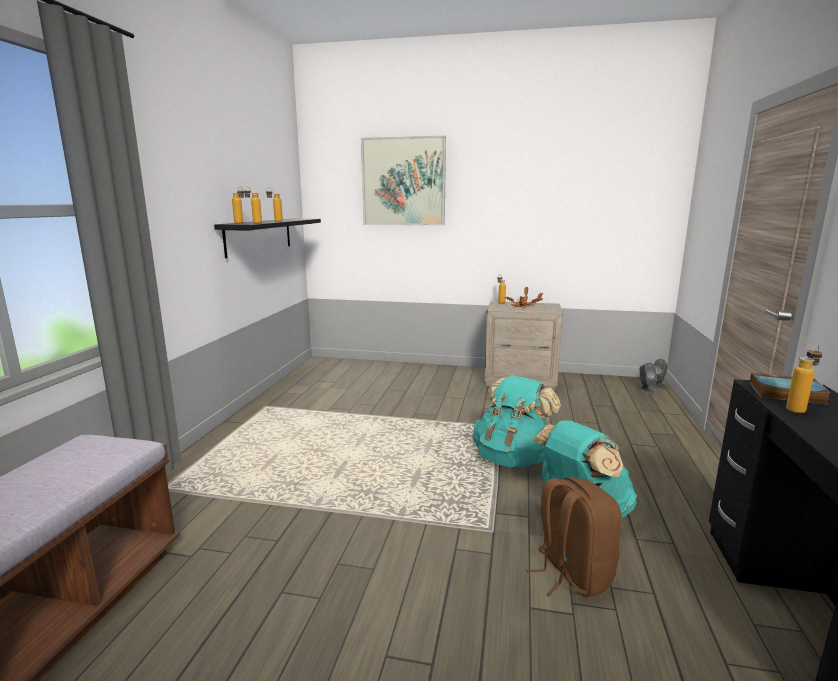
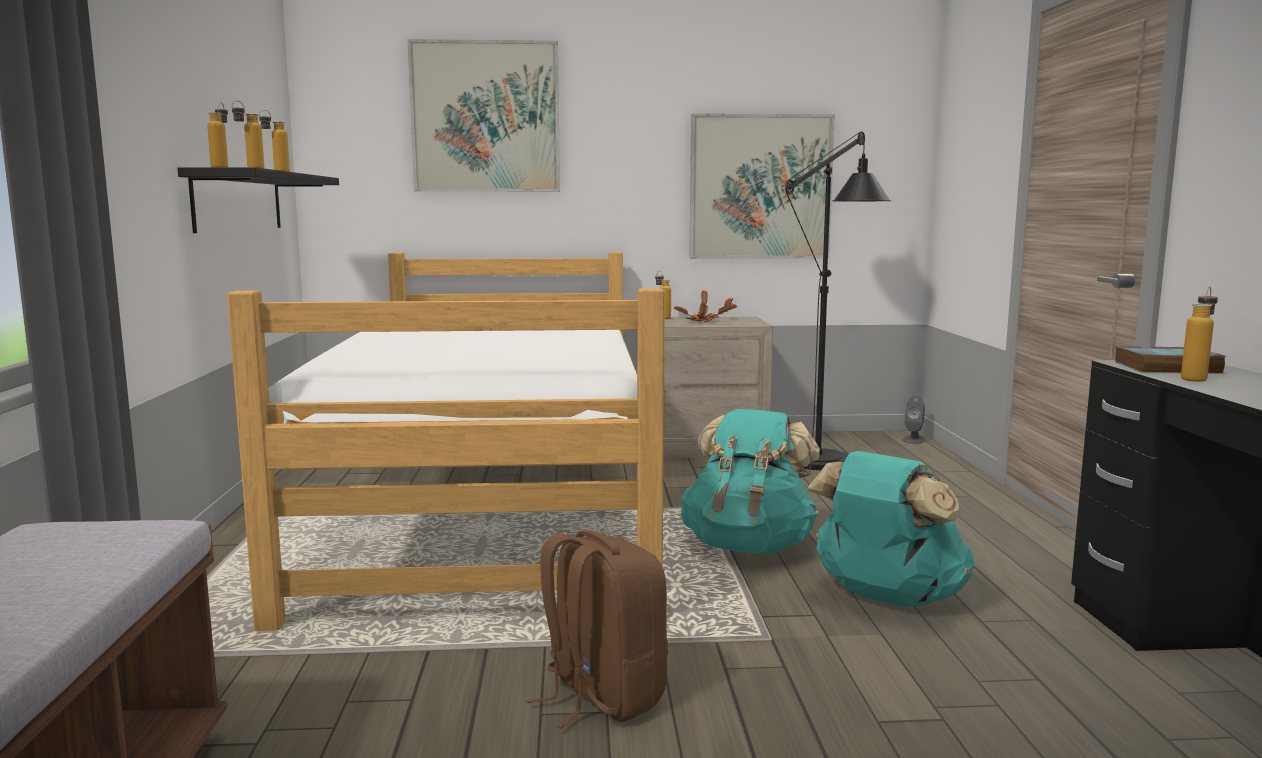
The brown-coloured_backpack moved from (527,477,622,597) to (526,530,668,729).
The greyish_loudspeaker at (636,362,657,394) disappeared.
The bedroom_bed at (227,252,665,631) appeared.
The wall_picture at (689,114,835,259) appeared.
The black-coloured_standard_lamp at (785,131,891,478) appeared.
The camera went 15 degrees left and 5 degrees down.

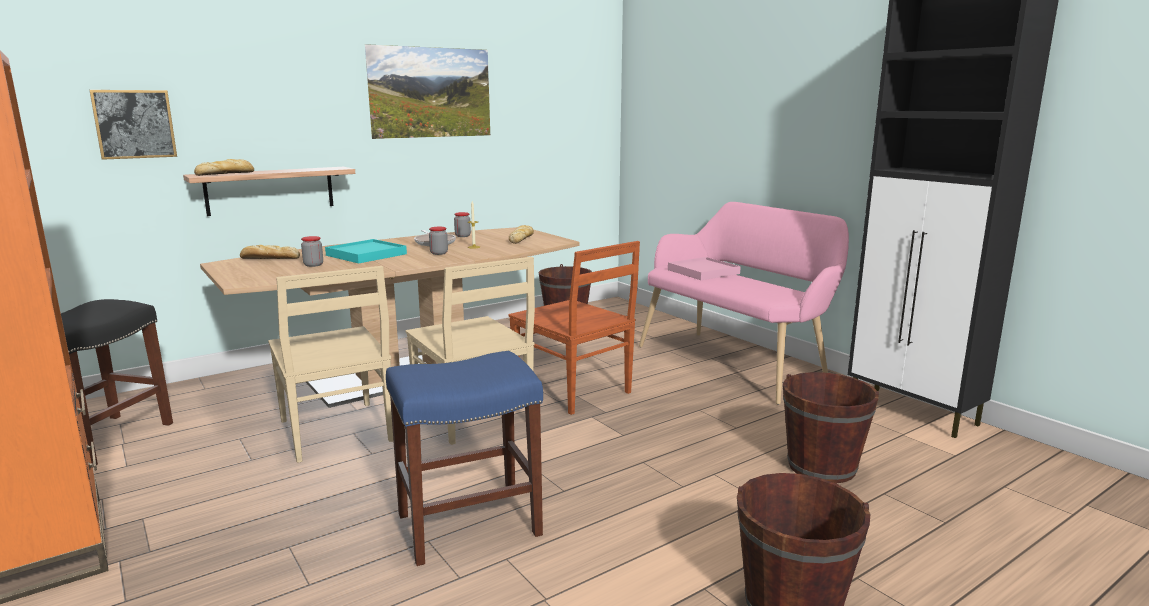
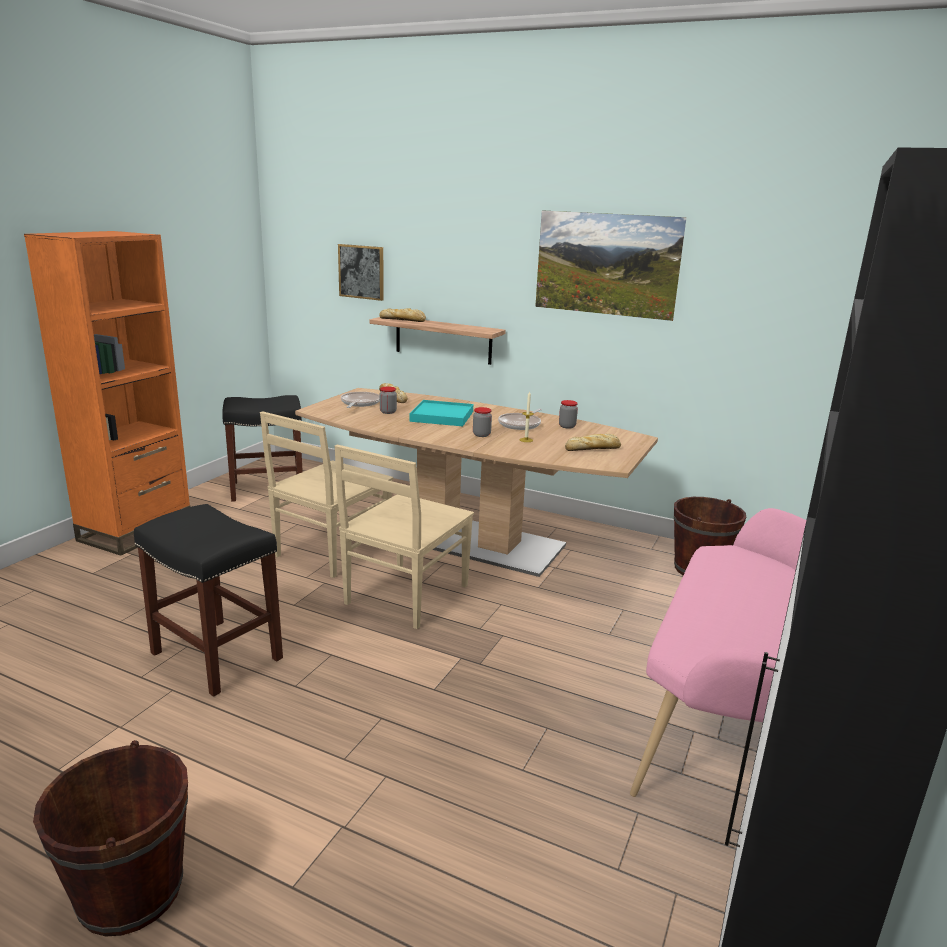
The blue-coloured_stool_seat at (386,351,543,566) became the black-coloured_stool_seat at (134,504,283,697).
The brown-coloured_upright_chair at (508,241,640,415) disappeared.
The pink_tray at (668,257,741,280) disappeared.
The brown-coloured_pail at (783,372,879,483) disappeared.
The frying_pan at (341,392,380,408) appeared.
The camera went 60 degrees right and 5 degrees up.

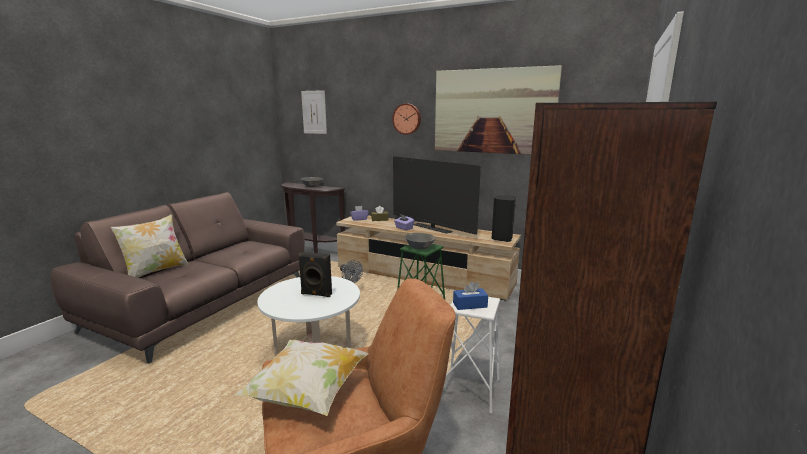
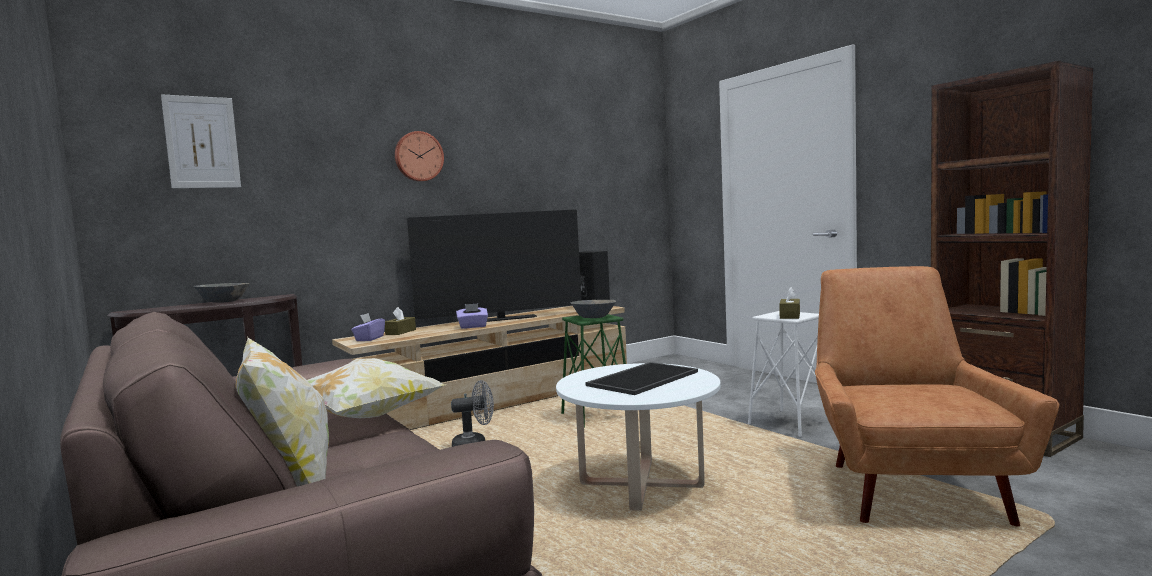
The pillow moved from (235,340,369,416) to (307,358,445,419).
The black-coloured_loudspeaker at (298,252,332,297) was replaced by the tray at (585,362,698,395).
The wall_picture at (435,65,562,155) disappeared.
The blue-coloured_box_of_tissues at (453,281,488,310) became the brown-coloured_box_of_tissues at (779,287,800,319).
The camera went 60 degrees left and 10 degrees down.

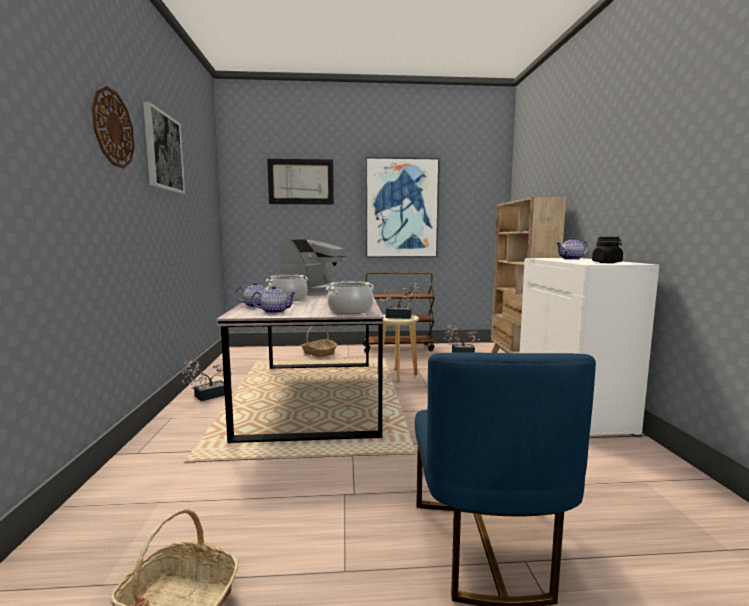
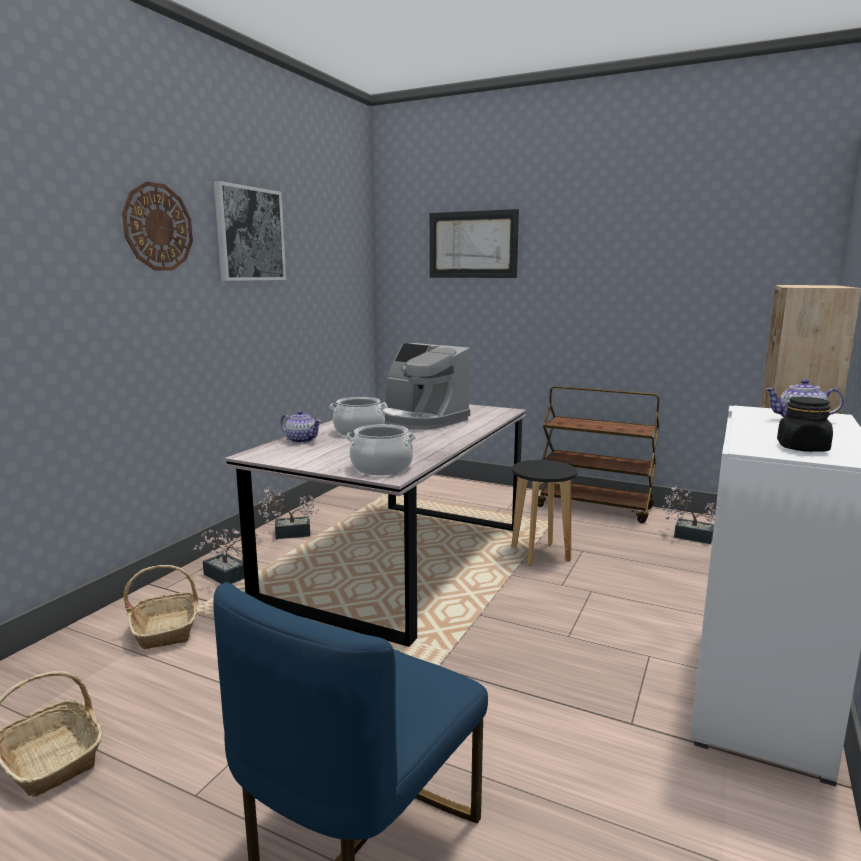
The teapot at (251,286,297,314) disappeared.
The coffee_brewer at (279,240,345,296) turned 75 degrees clockwise.
The basket moved from (301,326,337,357) to (124,565,198,649).
The wall_picture at (365,157,440,258) disappeared.
The beige-coloured_stool_seat at (377,314,419,382) became the black-coloured_stool_seat at (511,460,577,566).
The plant_in_a_pot moved from (380,283,422,319) to (193,529,258,584).
The camera went 30 degrees right and 5 degrees up.

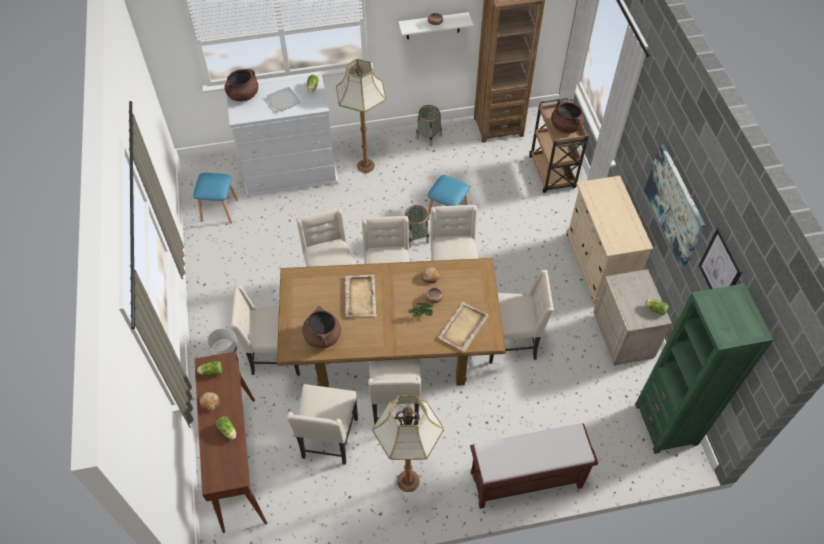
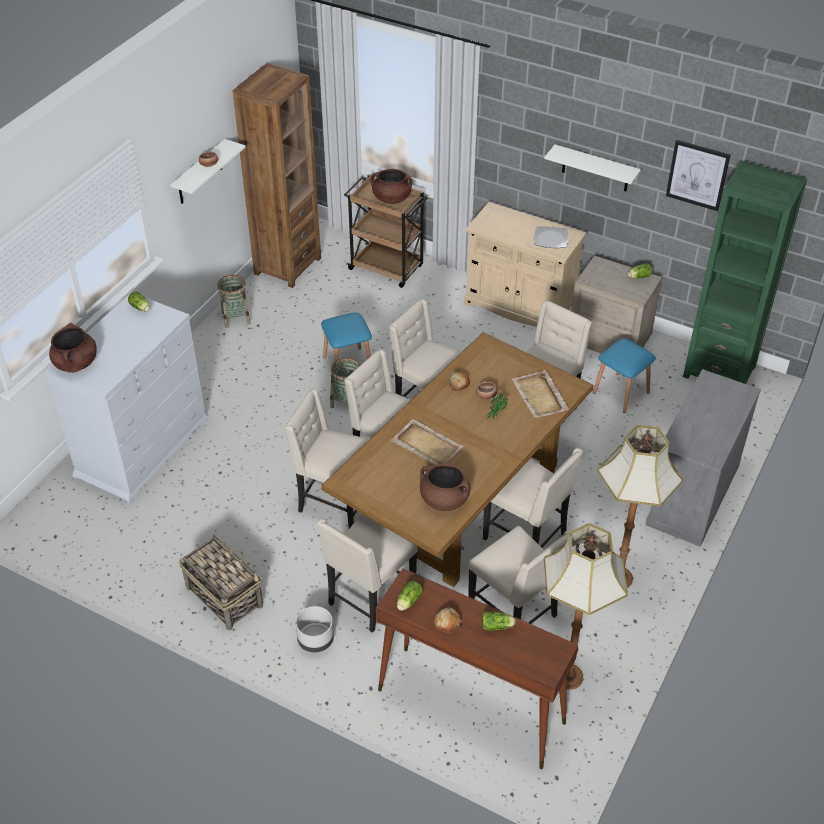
The blue-coloured_stool_seat moved from (193,173,238,223) to (593,338,656,413).
The flat_dish moved from (267,87,300,111) to (534,226,568,248).
The standard_lamp moved from (336,59,386,173) to (544,523,628,690).
The brown-coloured_bench at (470,423,598,509) was replaced by the greyish_cupboard at (645,369,761,547).
The wall_picture at (644,144,705,269) was replaced by the whitish_shelf at (544,144,641,191).
The basket at (179,533,263,631) appeared.
The camera went 50 degrees left and 10 degrees down.

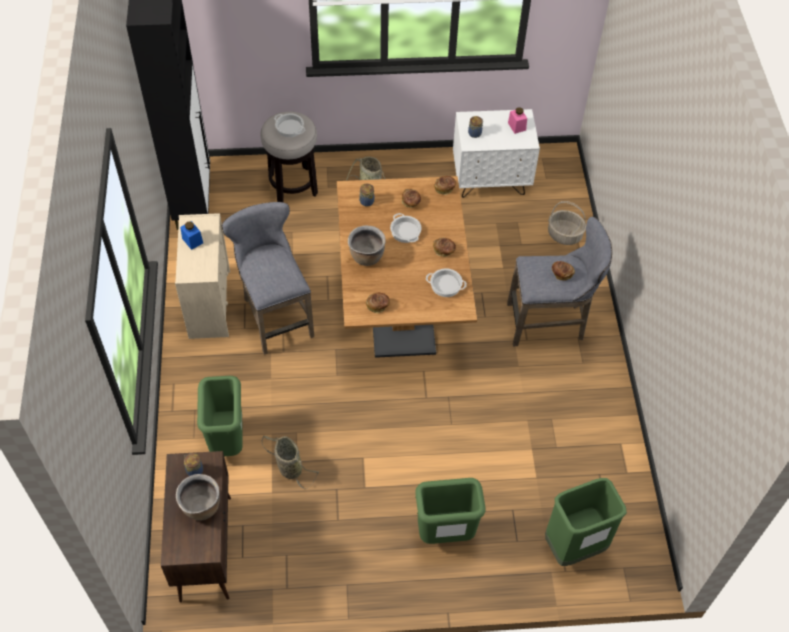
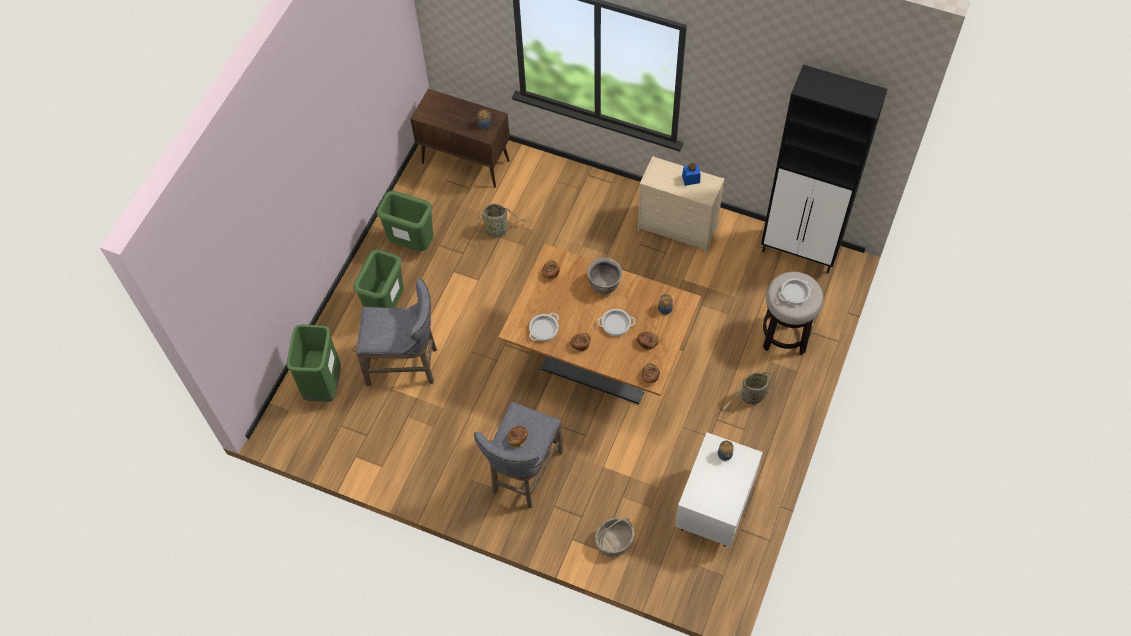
The brown-coloured_stockpot at (176,474,220,521) disappeared.
The green_waste_bin moved from (197,376,243,456) to (376,191,433,251).
The greyish_stool_seat moved from (222,202,314,355) to (356,278,437,386).
The pink_storage_jar at (508,107,527,134) disappeared.
The camera went 120 degrees right and 5 degrees up.

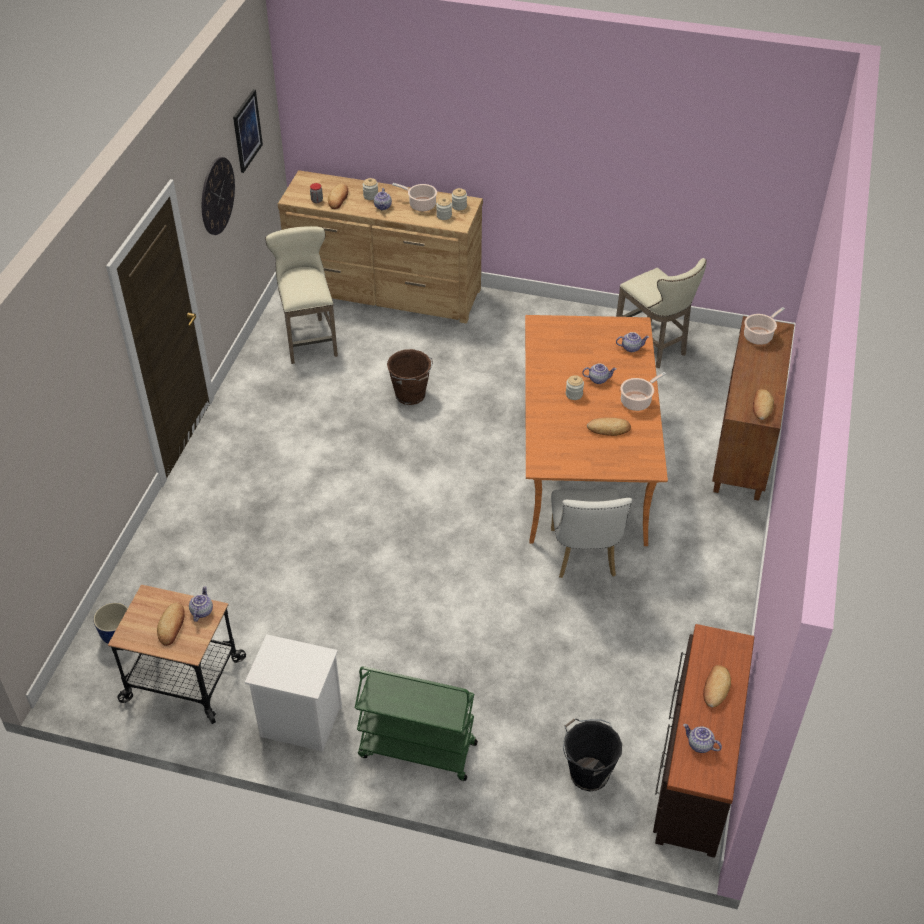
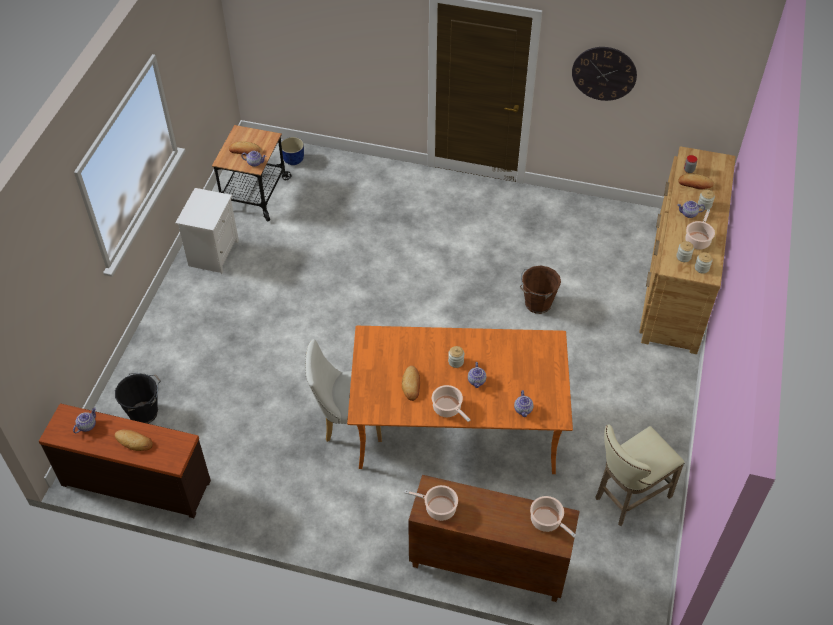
The wall_picture at (233,89,263,173) disappeared.
The beige-coloured_stool_seat at (265,226,338,364) disappeared.
The green_cart at (355,666,478,781) disappeared.
The bread at (753,389,774,420) was replaced by the stockpot at (404,485,458,521).
The camera went 90 degrees right and 5 degrees up.

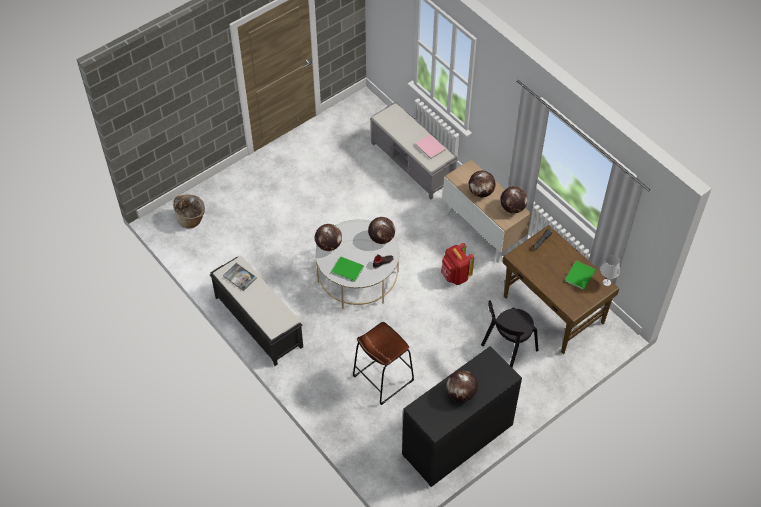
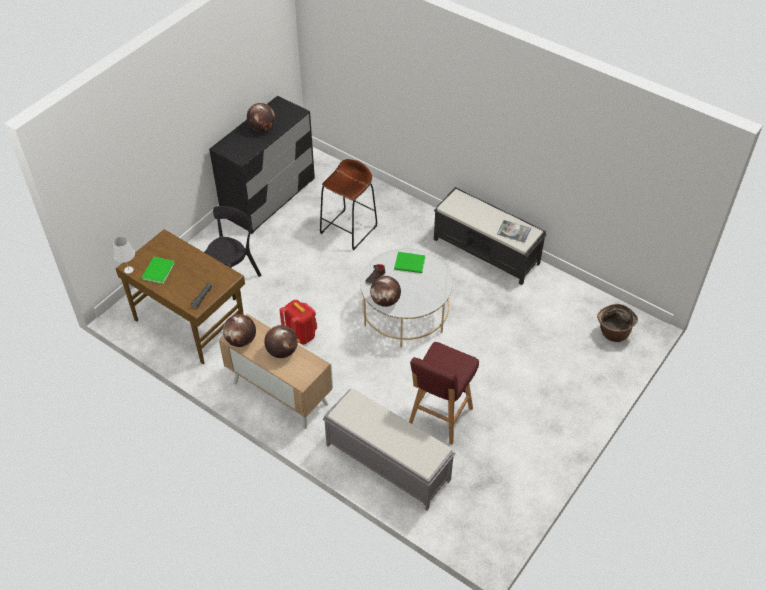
The globe at (315,224,342,251) disappeared.
The pink_bound_book at (415,135,446,159) disappeared.
The reddish_stool_seat at (409,342,479,444) appeared.
The camera went 165 degrees right and 5 degrees down.

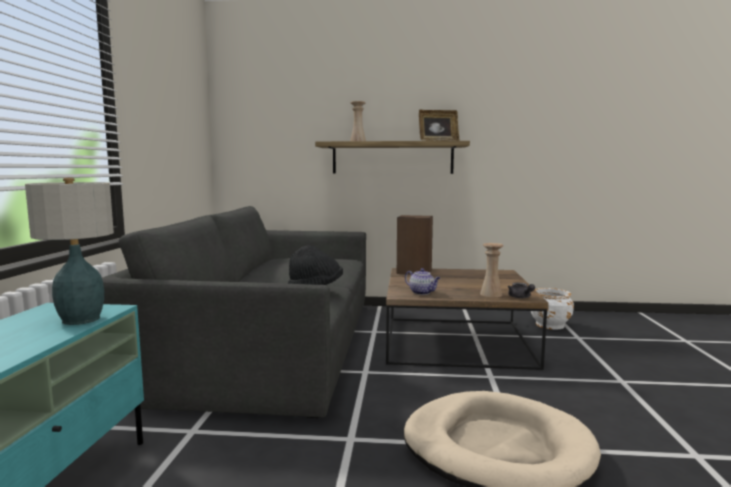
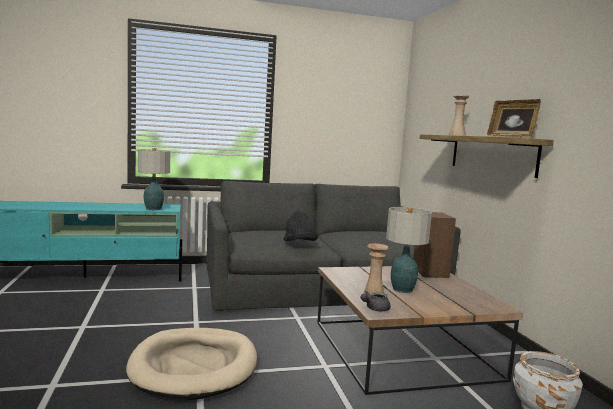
The teapot at (405,268,440,295) disappeared.
The table_lamp at (386,207,432,293) appeared.
The camera went 70 degrees right and 0 degrees up.

